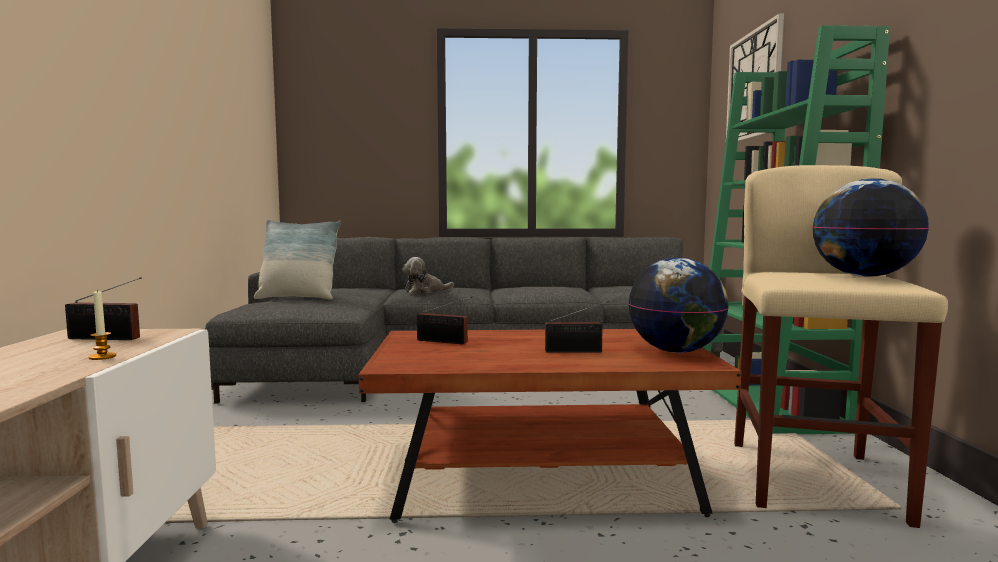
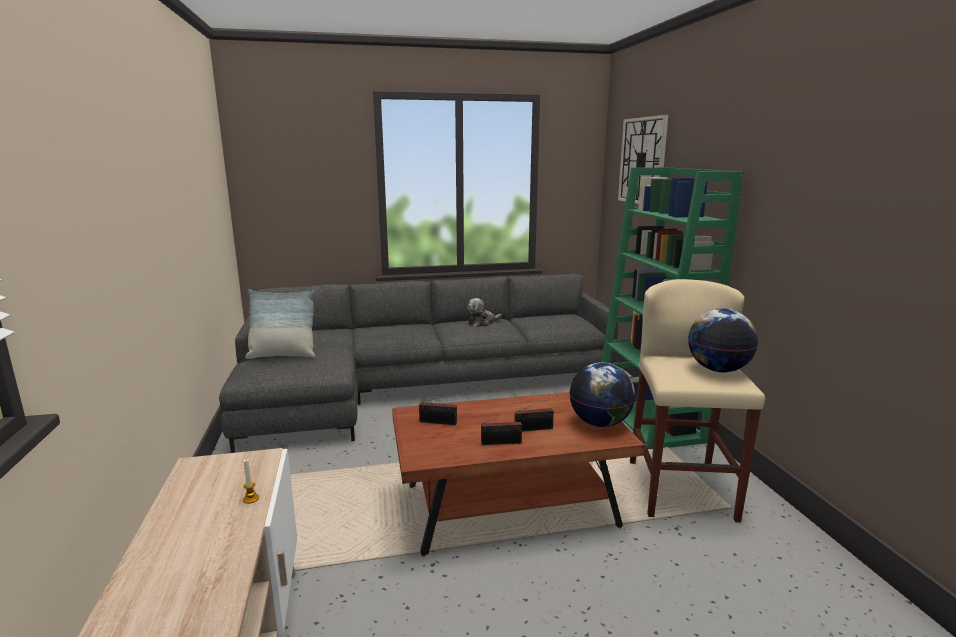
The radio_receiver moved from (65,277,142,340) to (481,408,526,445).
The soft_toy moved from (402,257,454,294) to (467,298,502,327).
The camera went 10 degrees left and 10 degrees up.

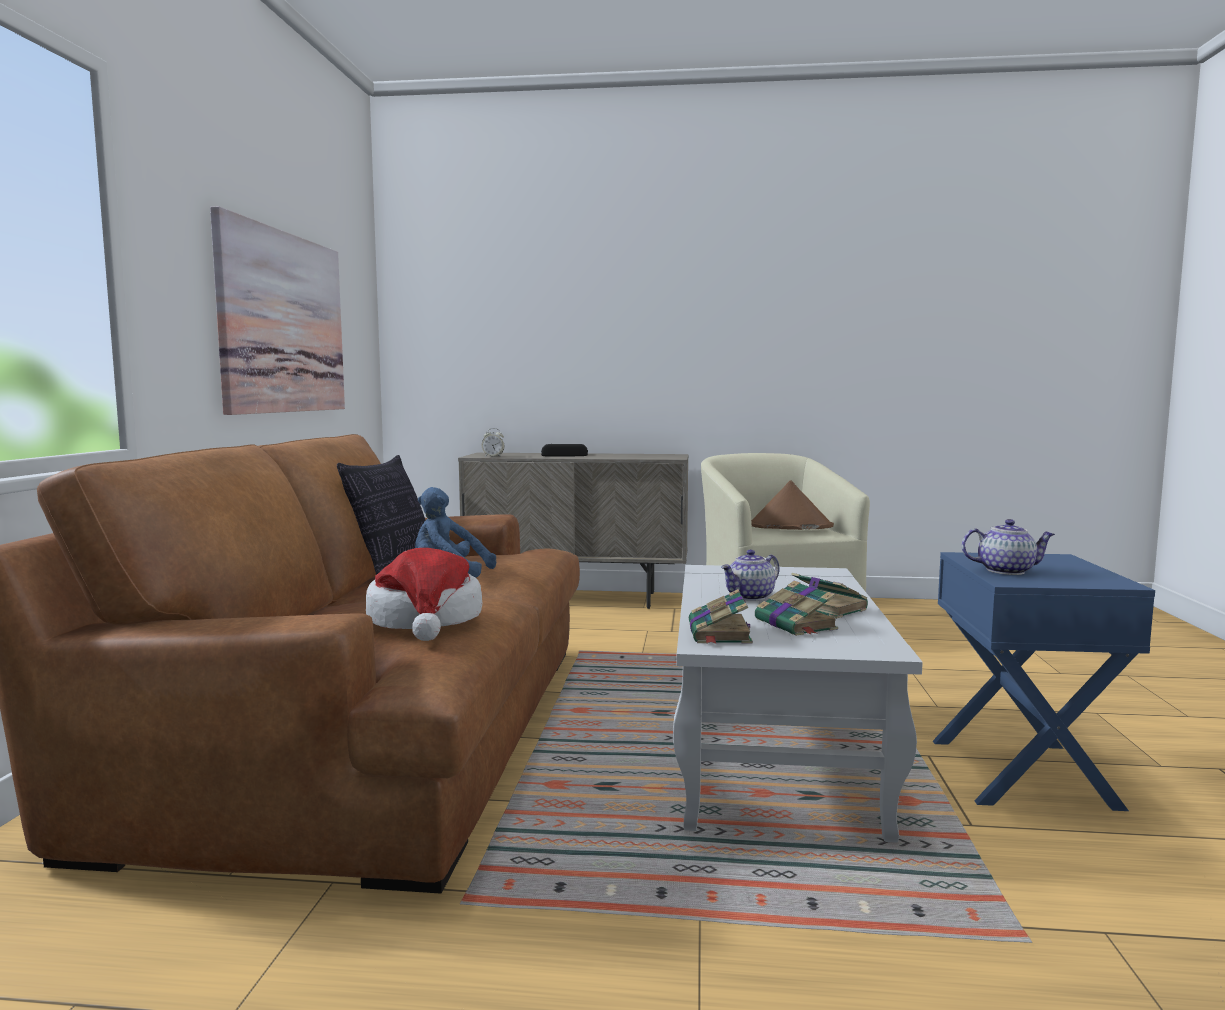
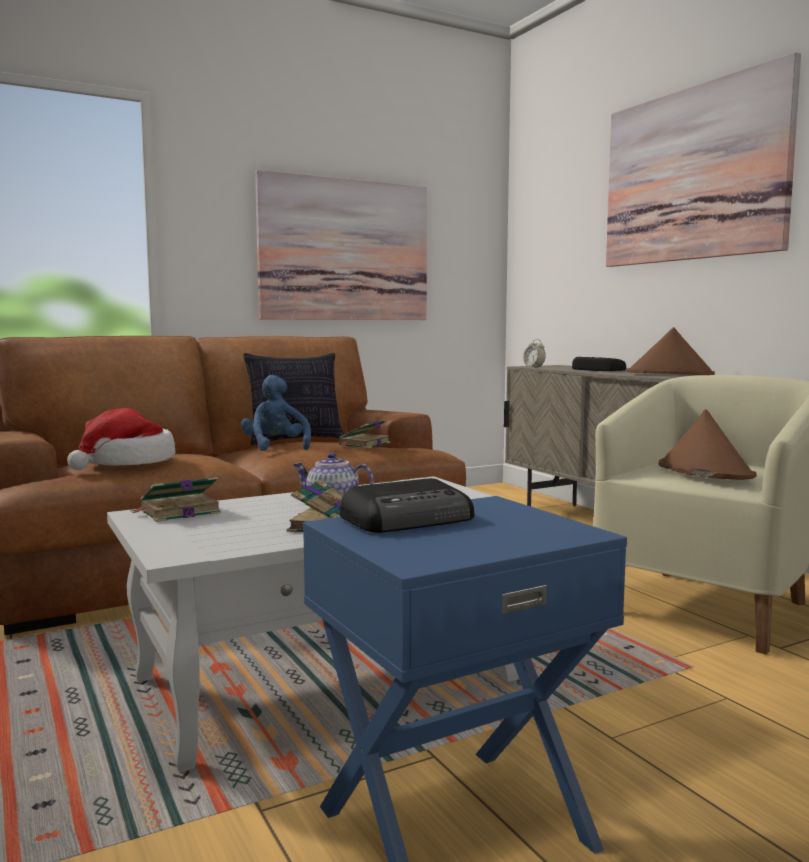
The bound_book moved from (755,581,838,636) to (338,420,391,448).
The teapot at (962,519,1055,575) was replaced by the radio_receiver at (340,478,474,533).
The wall_picture at (606,52,801,267) appeared.
The brown-coloured_wearable_hat at (627,328,715,375) appeared.
The camera went 55 degrees right and 0 degrees up.

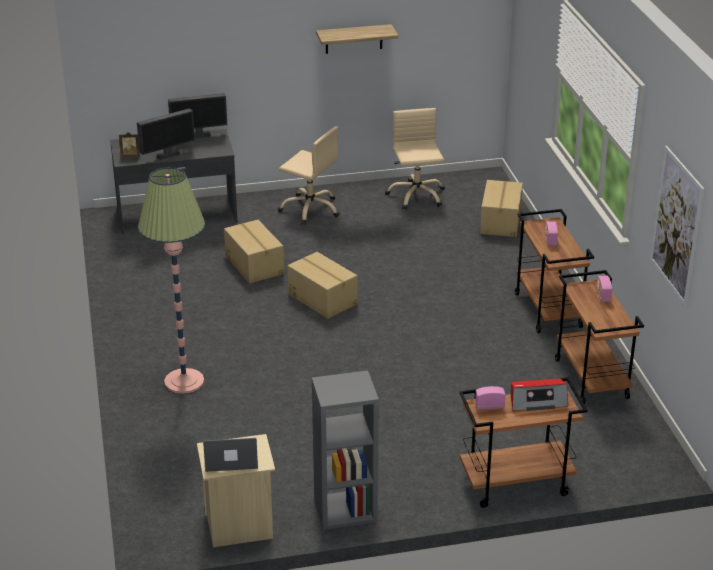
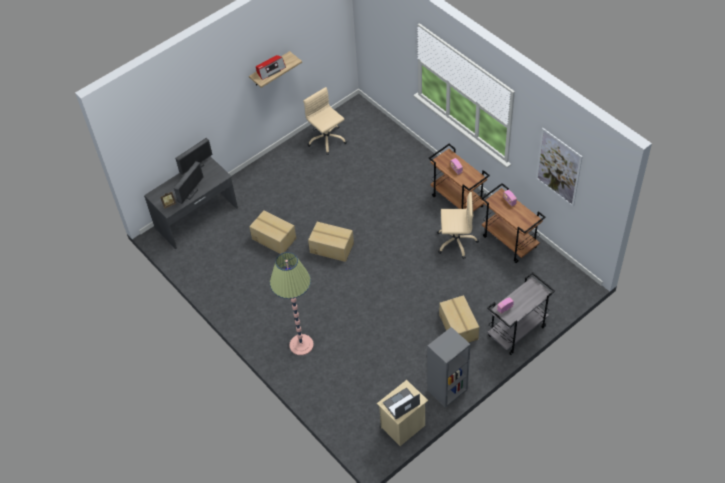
The beige-coloured_desk_chair moved from (278,126,339,225) to (437,192,479,259).
The brown-coloured_cart at (459,377,588,508) became the greyish_cart at (487,272,555,355).
The packing_box moved from (480,180,523,237) to (439,295,479,342).
The radio_receiver moved from (511,379,568,411) to (256,55,286,80).
The camera went 25 degrees left and 20 degrees up.

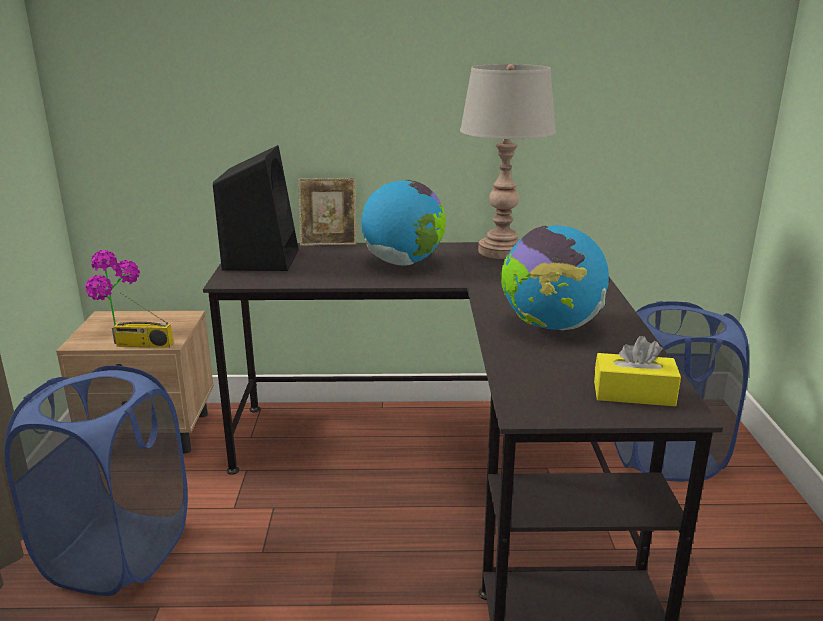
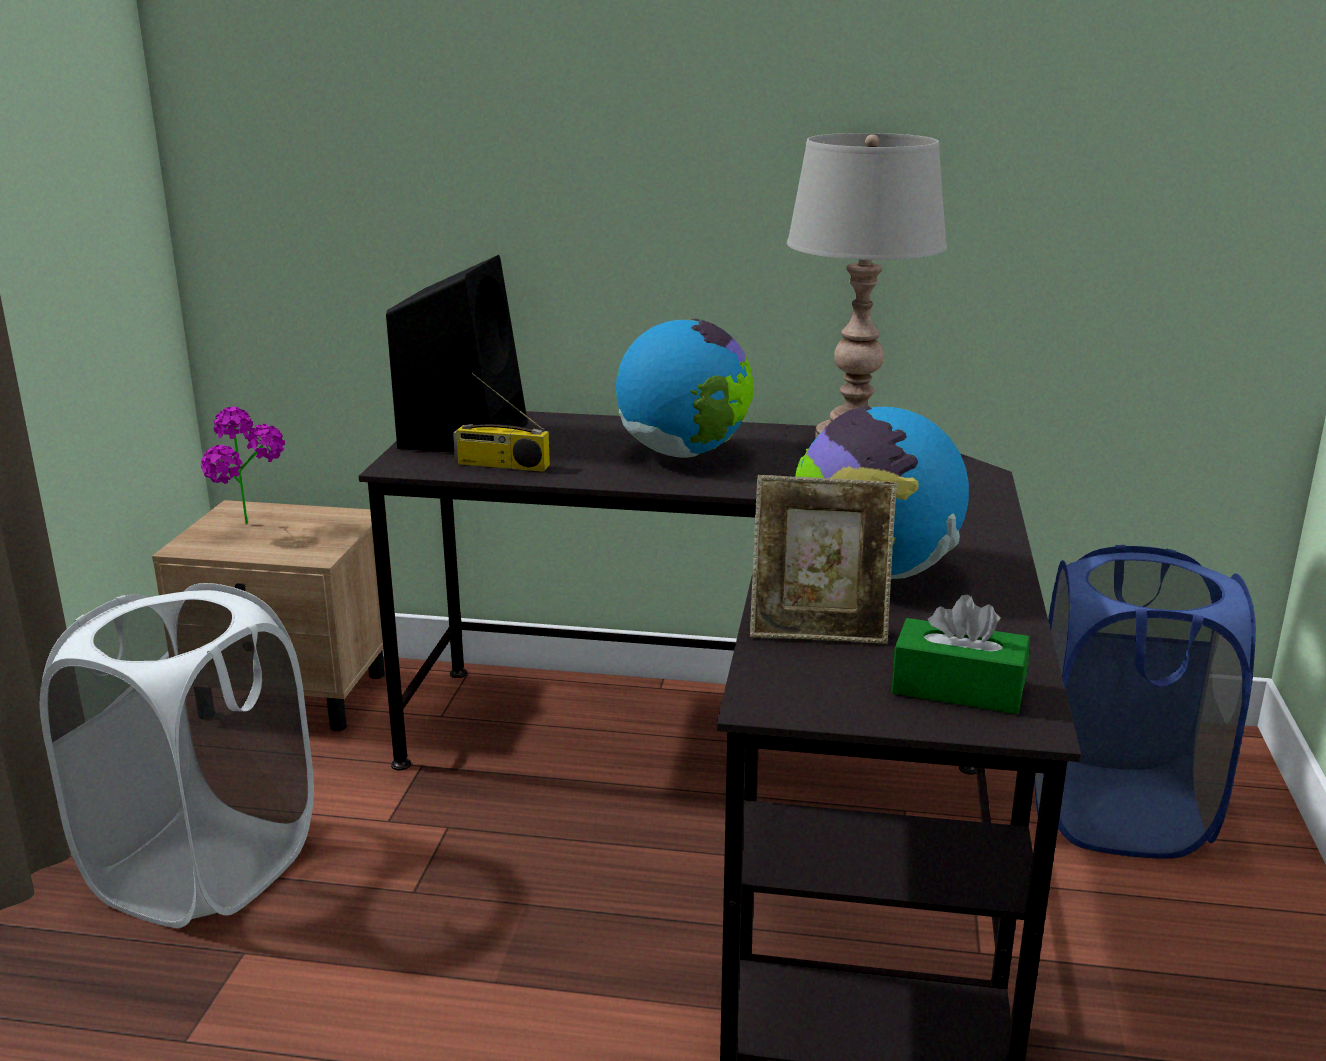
The blue-coloured_laundry_basket at (4,366,188,596) became the whitish_laundry_basket at (40,583,314,928).
The radio_receiver moved from (112,293,173,348) to (453,373,550,472).
The picture_frame moved from (298,178,357,246) to (750,475,897,644).
The yellow_box_of_tissues at (594,336,681,406) became the green_box_of_tissues at (892,595,1030,714).
The camera went 10 degrees right and 0 degrees up.

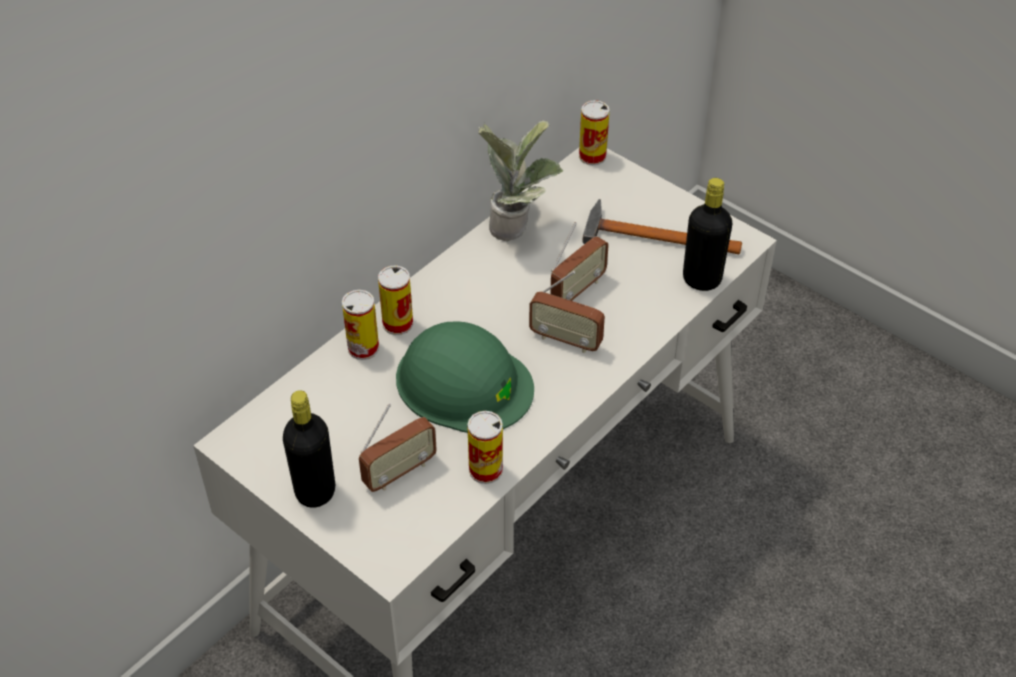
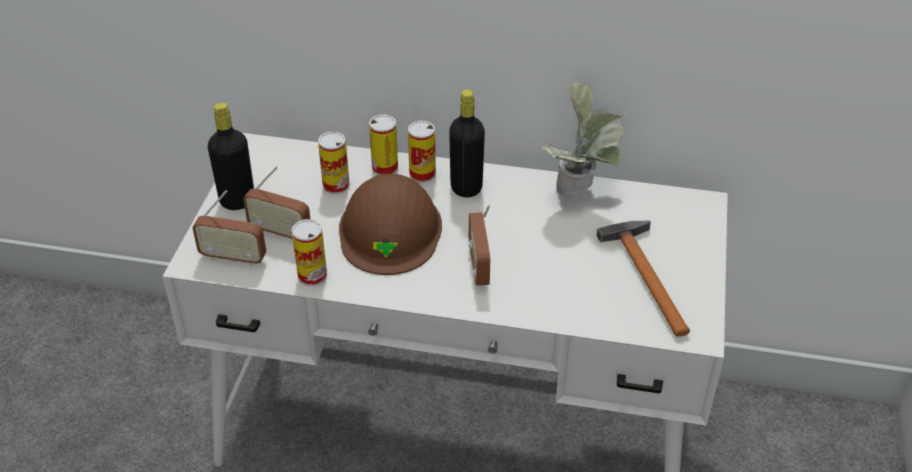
The green_hard_hat at (396,321,534,433) became the brown-coloured_hard_hat at (339,174,442,275).
The radio_receiver moved from (550,222,609,301) to (193,190,266,267).
The metal_can moved from (579,100,610,165) to (318,132,350,194).
The black-coloured_drink_bottle moved from (683,178,733,291) to (449,89,485,198).
The camera went 60 degrees right and 5 degrees down.

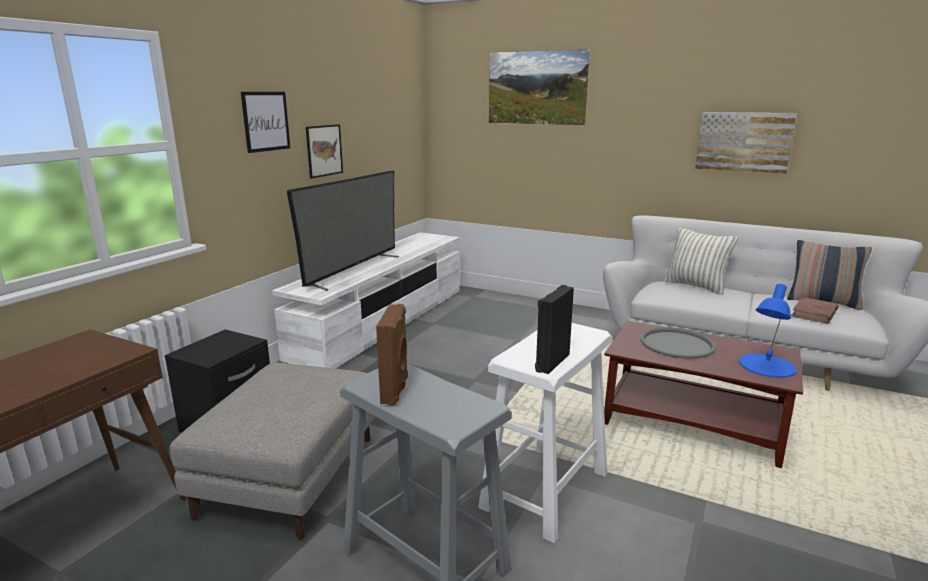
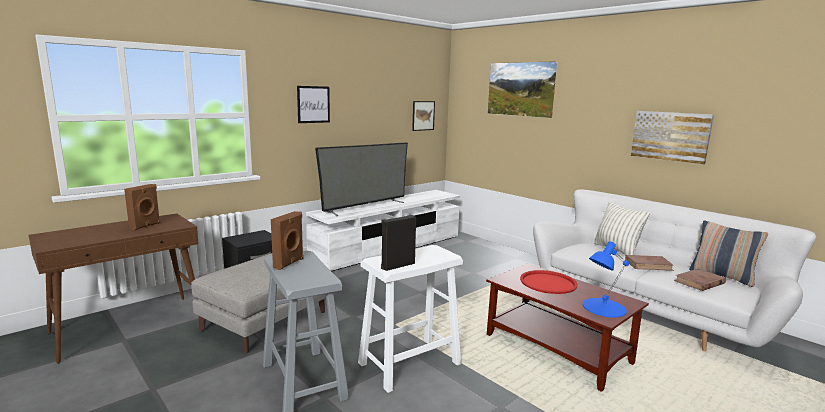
The wall_picture moved from (306,124,343,178) to (412,101,435,131).
The greyish_tray at (640,327,716,359) became the reddish_tray at (520,270,578,294).
The brown-coloured_loudspeaker at (124,184,160,230) appeared.
The brown-coloured_bound_book at (625,255,674,271) appeared.
The camera went 20 degrees right and 5 degrees down.

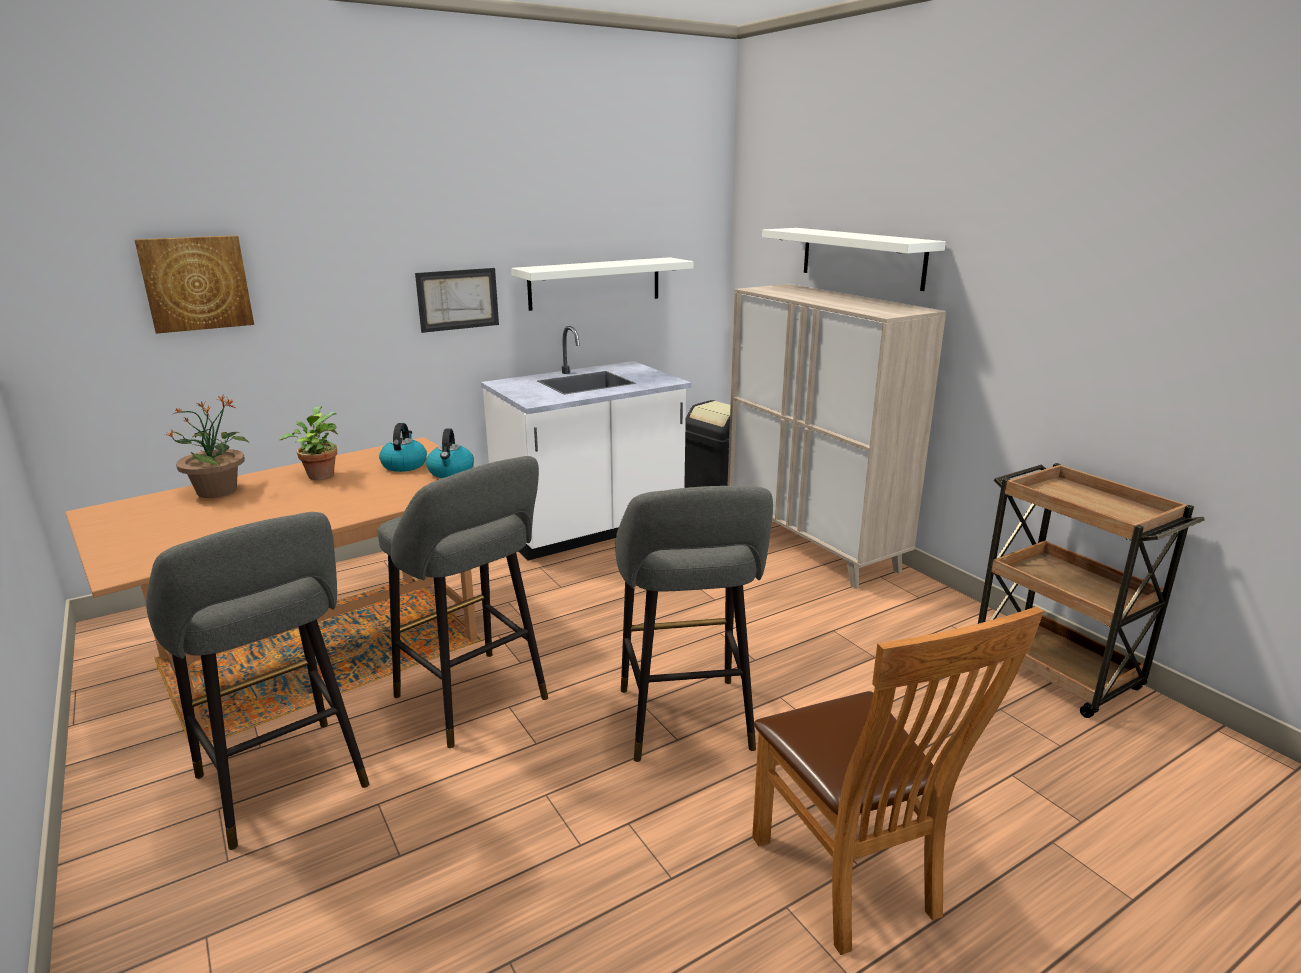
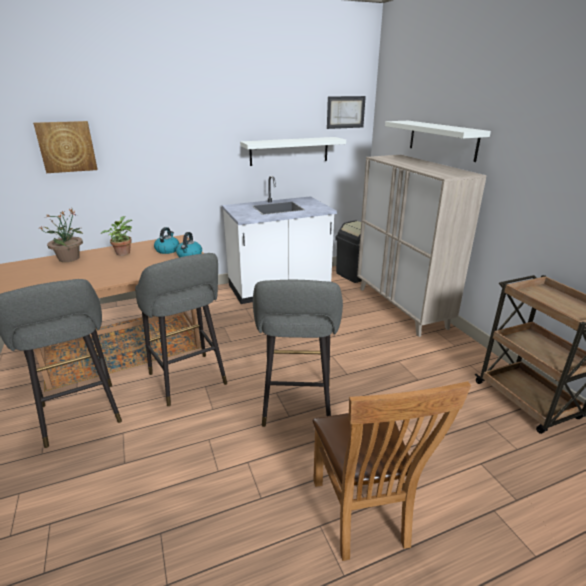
The wall_picture moved from (415,268,499,333) to (327,96,366,129).
The camera went 10 degrees right and 5 degrees up.

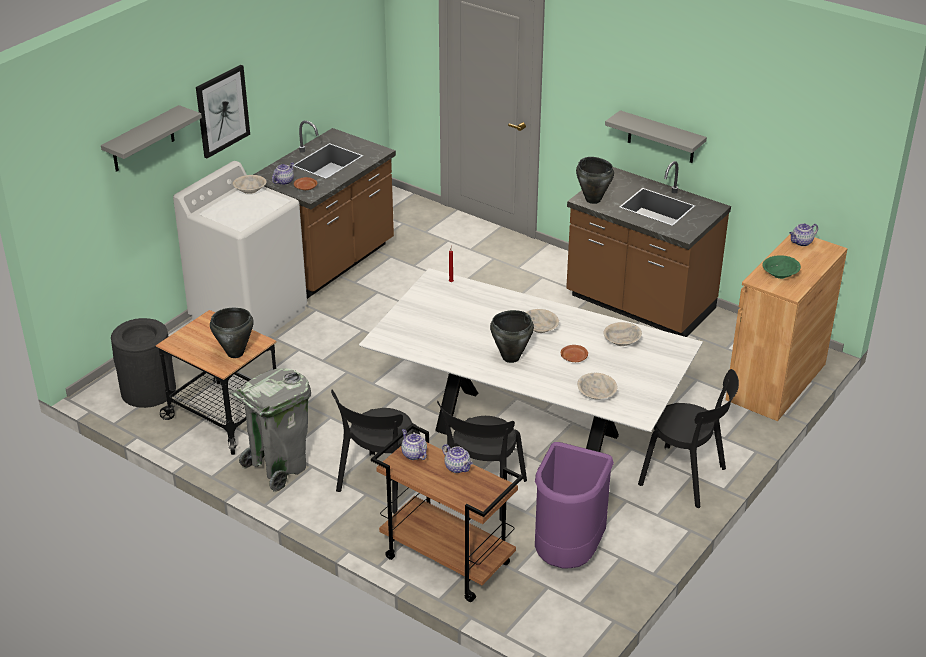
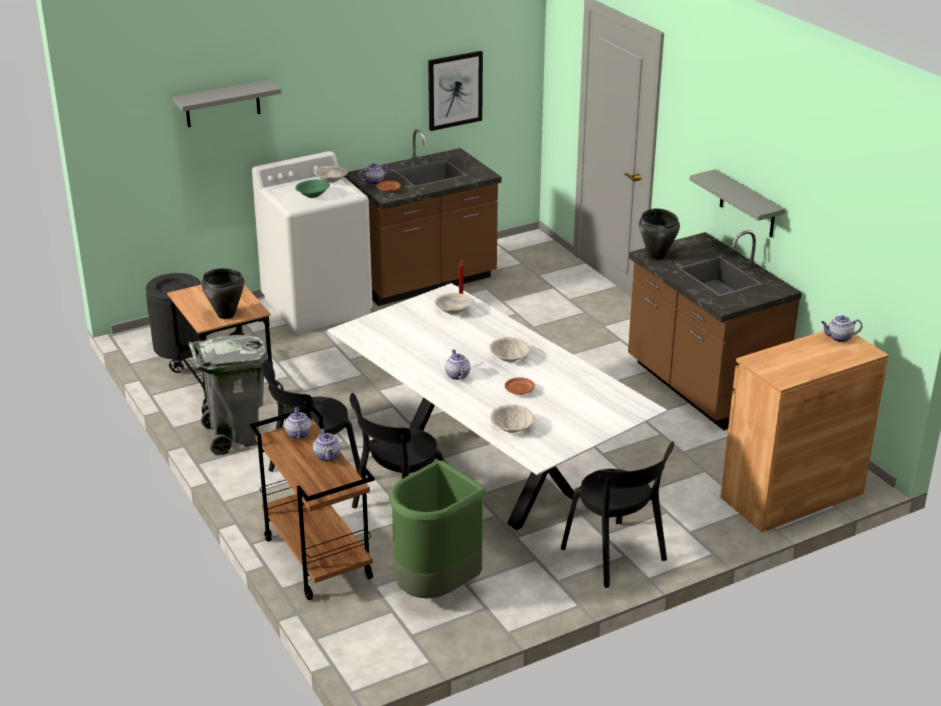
The wall_picture moved from (196,65,250,158) to (428,51,483,131).
The black-coloured_stockpot at (490,310,534,363) was replaced by the teapot at (445,349,471,380).
The purplish_waste_bin at (535,442,614,569) became the green_waste_bin at (389,460,486,599).
The beige-coloured_serving_bowl moved from (603,322,642,346) to (434,293,473,315).
The green_serving_bowl moved from (762,255,801,279) to (295,180,330,198).
The camera went 25 degrees right and 5 degrees down.

